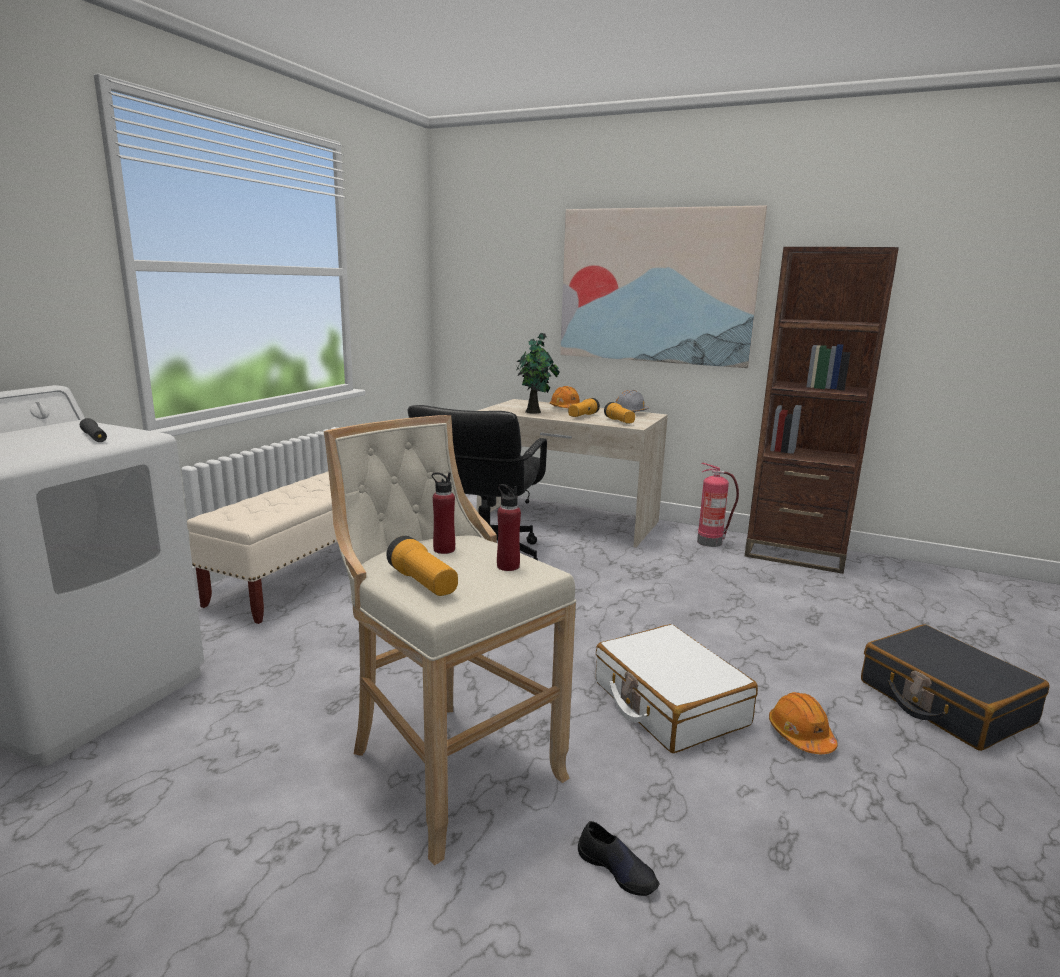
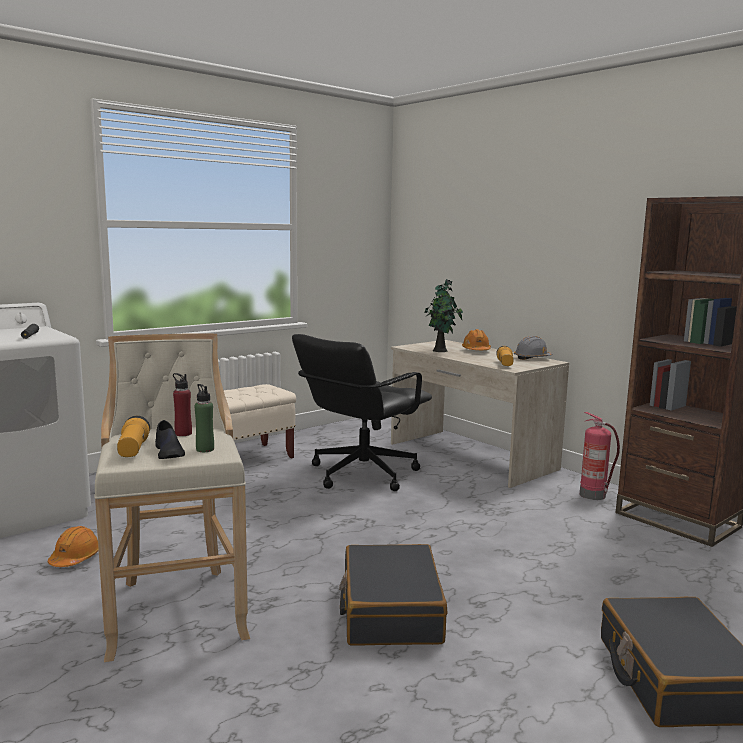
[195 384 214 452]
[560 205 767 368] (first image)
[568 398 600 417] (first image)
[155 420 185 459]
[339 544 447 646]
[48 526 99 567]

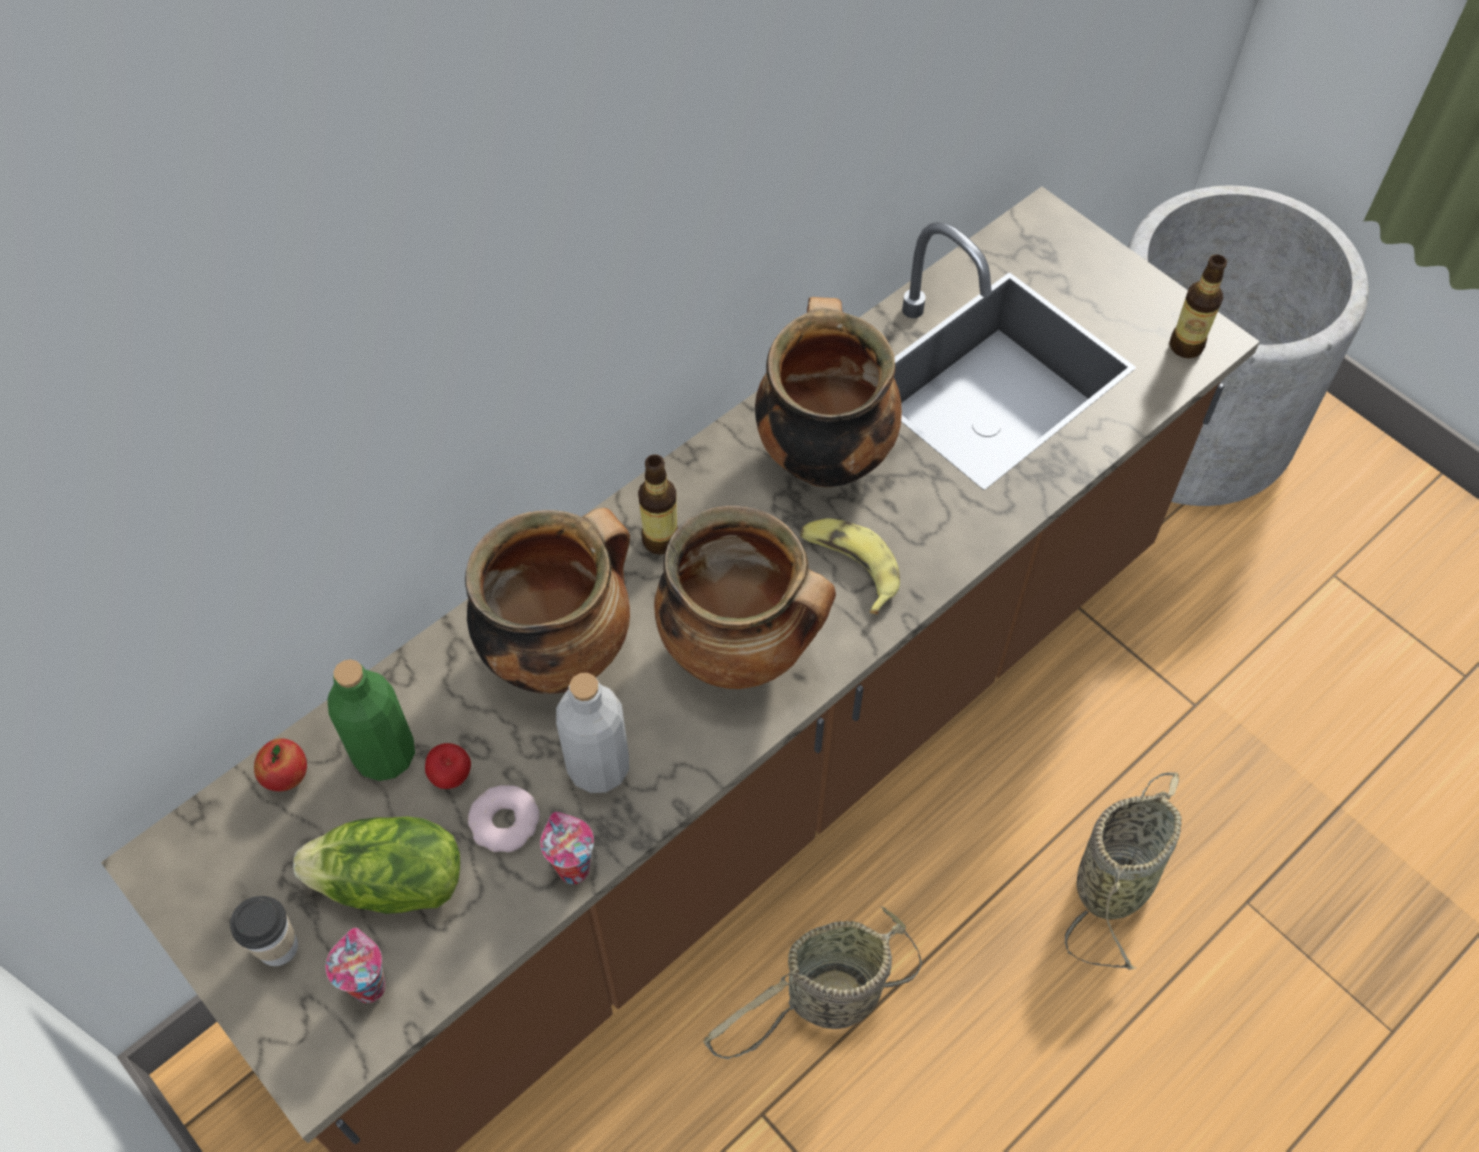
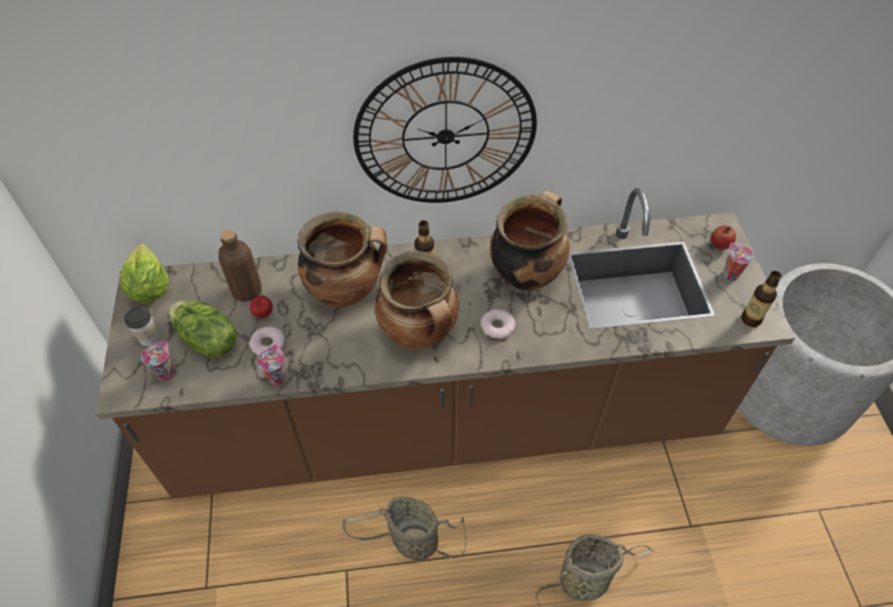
[711 226 736 250]
[218 229 262 302]
[556 673 629 793] (first image)
[481 309 515 339]
[120 244 169 303]
[353 57 537 203]
[724 243 754 281]

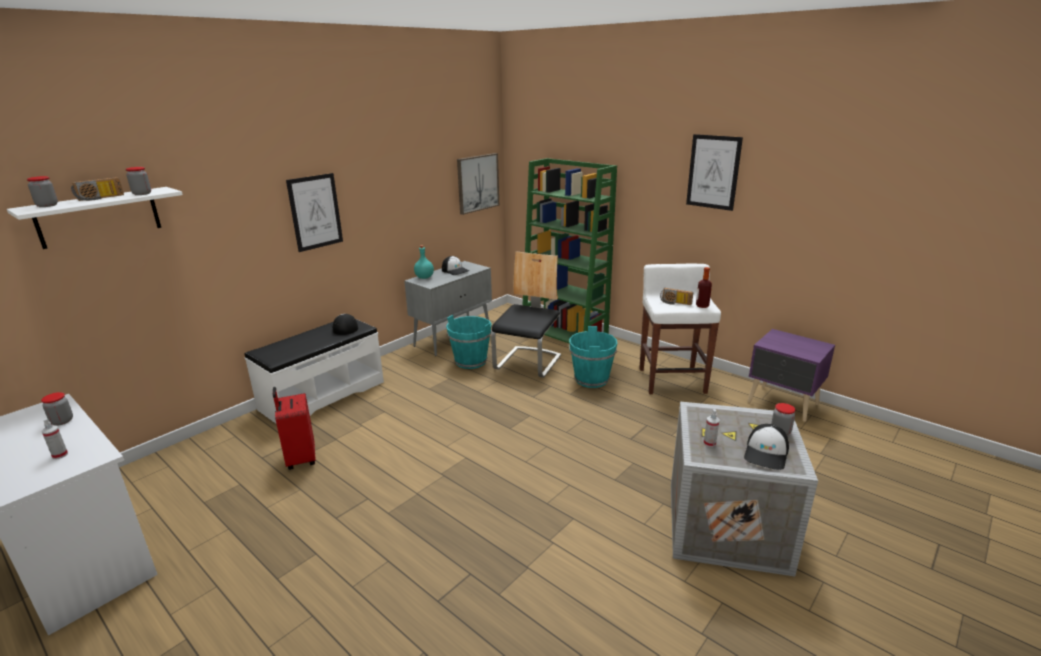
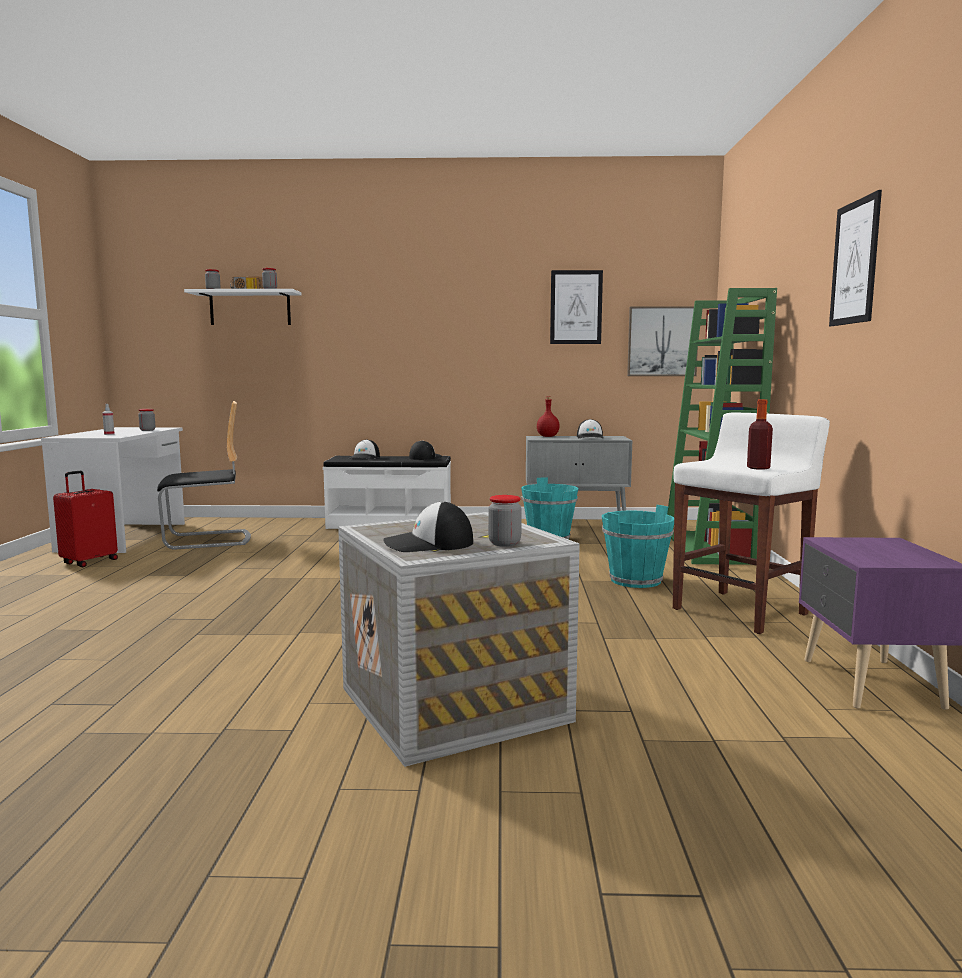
[53 471 118 567]
[550 270 603 344]
[537 396 560 437]
[157 401 251 550]
[660 288 693 305] (first image)
[704 409 720 447] (first image)
[348 439 380 460]

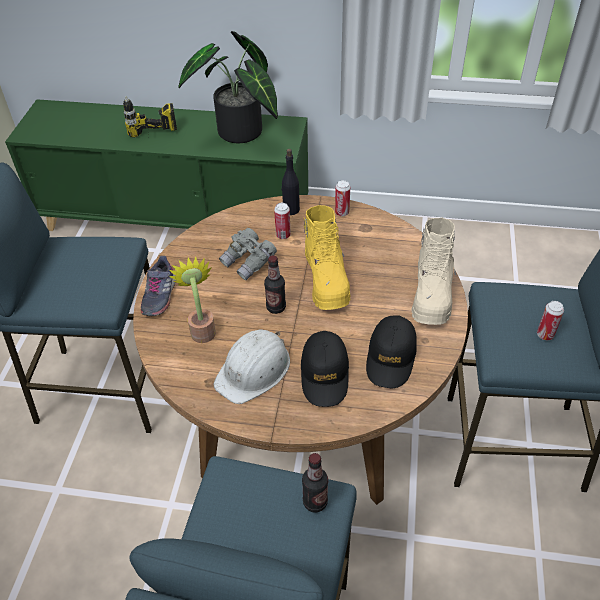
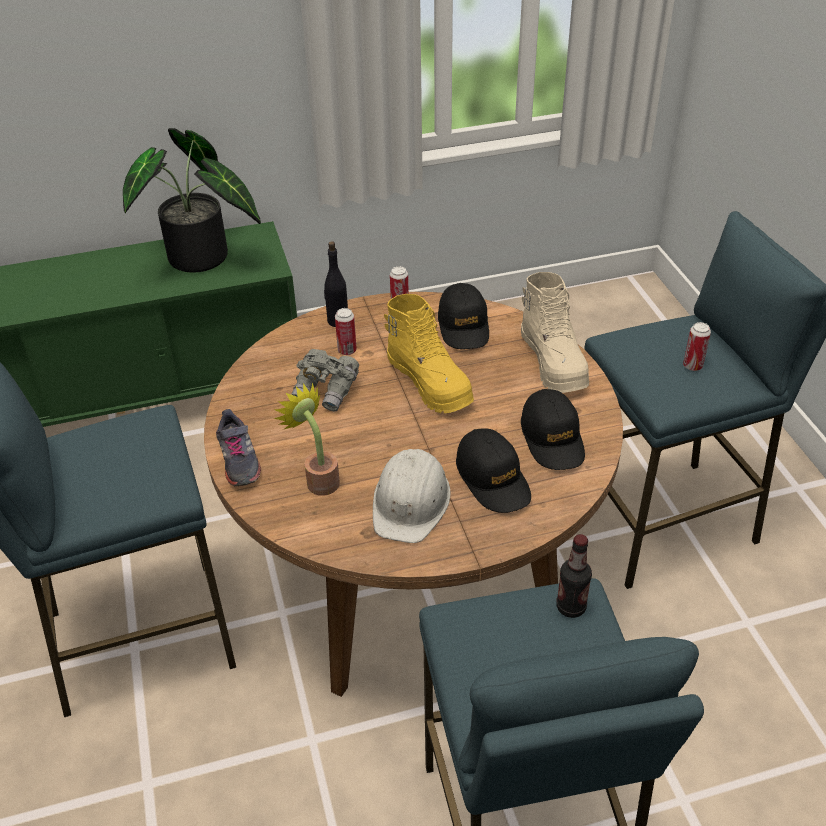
[123 96 177 138] (first image)
[264 255 286 314] (first image)
[438 283 489 349]

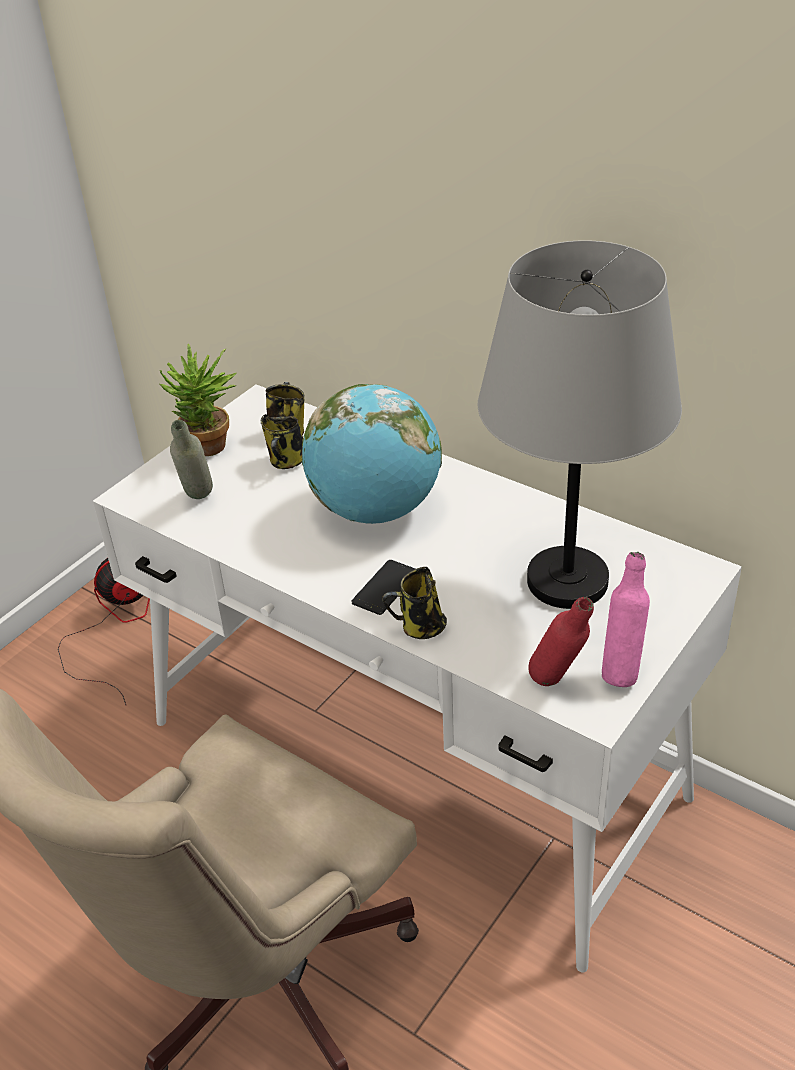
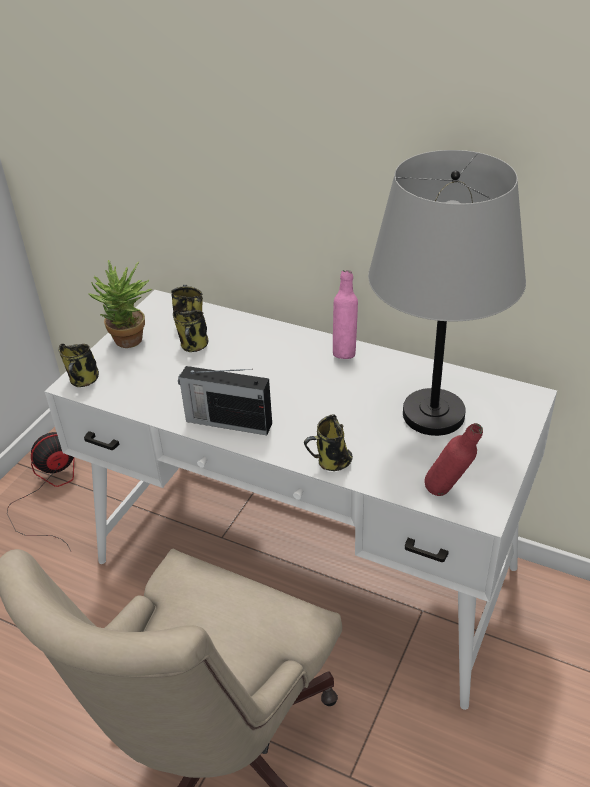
[170 420 213 499] (first image)
[302 384 442 524] (first image)
[351 560 415 615] (first image)
[333 270 358 359]
[58 344 99 387]
[178 366 272 435]

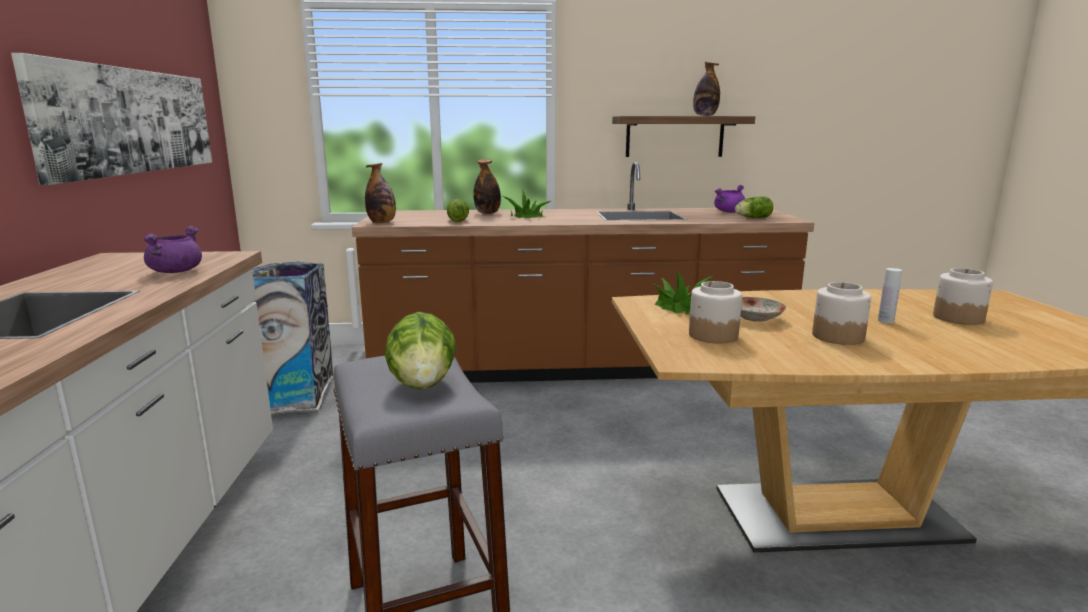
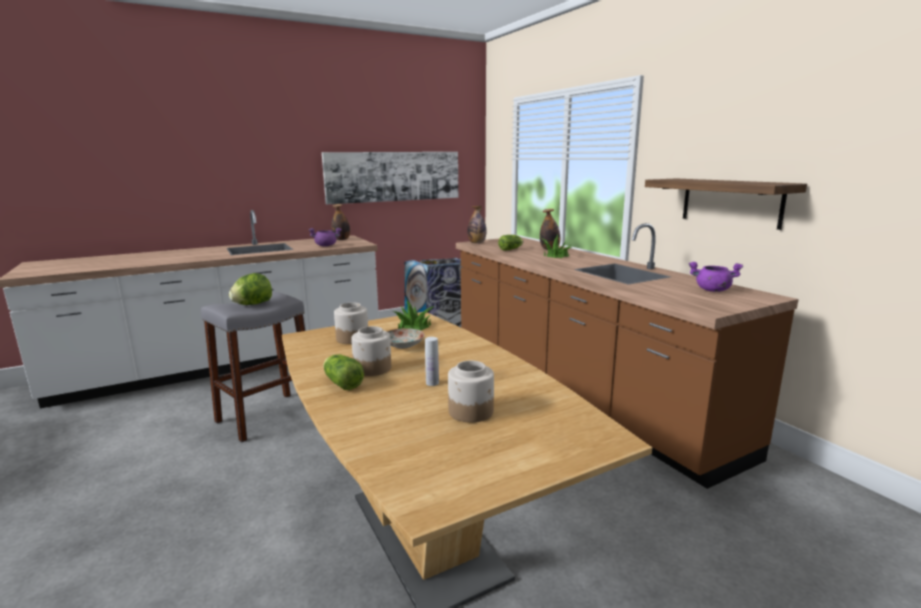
[331 204 350 240]
[323 354 364 390]

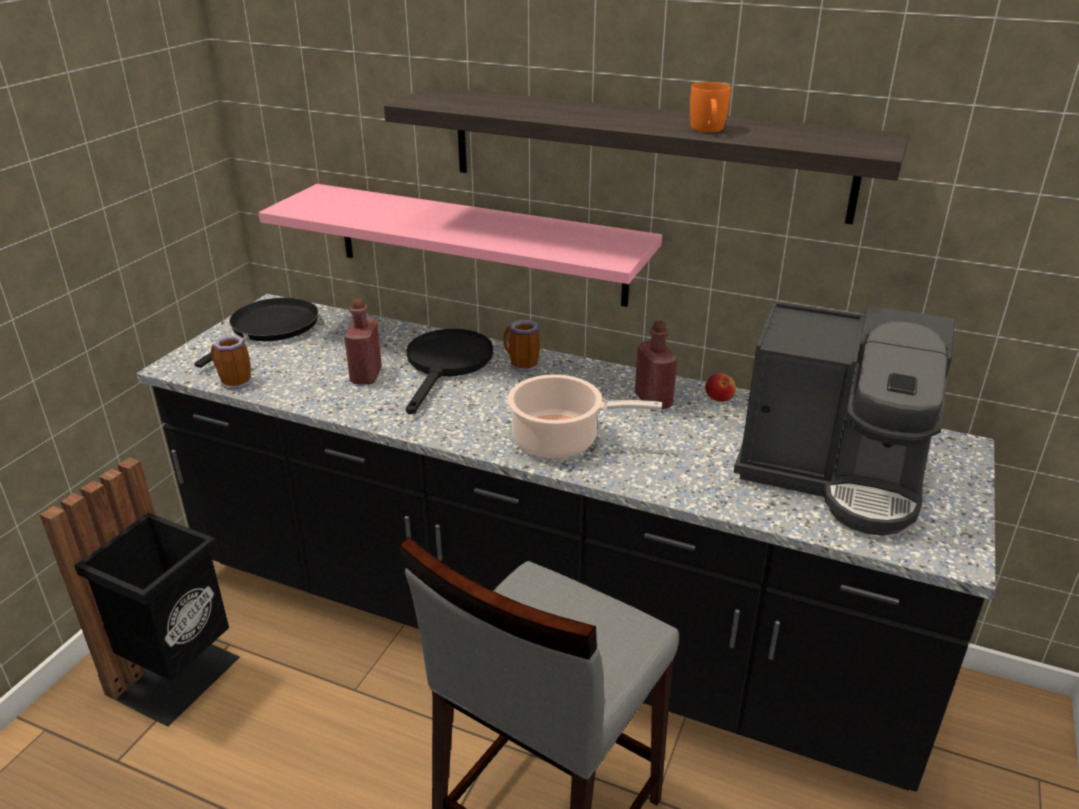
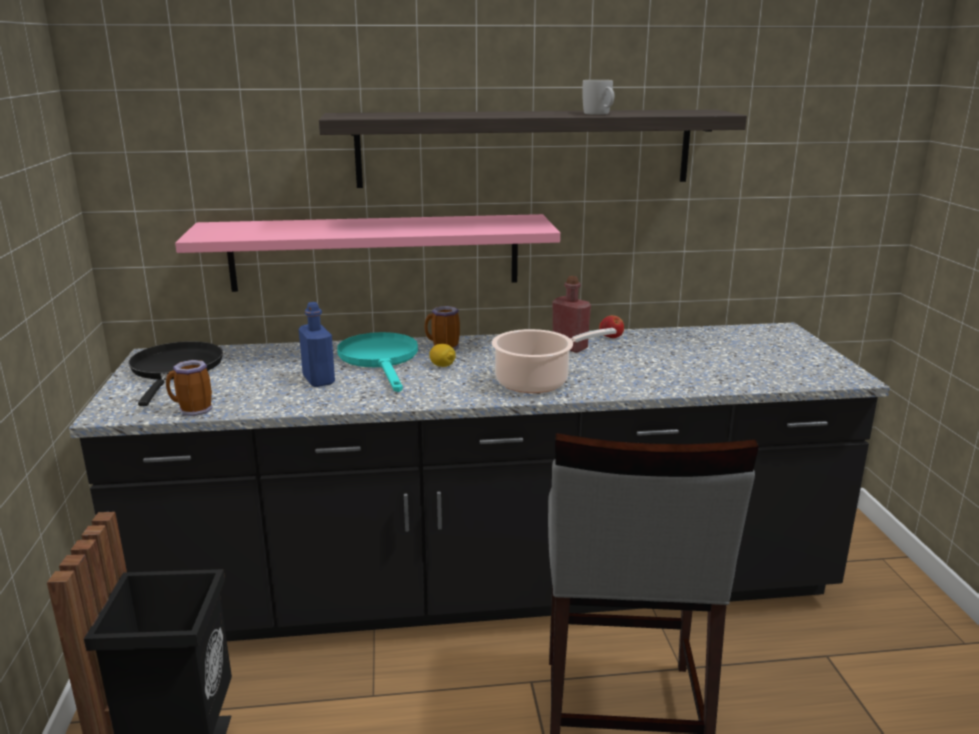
[299 302 335 387]
[337 332 418 392]
[582 80 614 115]
[734 301 955 536] (first image)
[429 344 456 367]

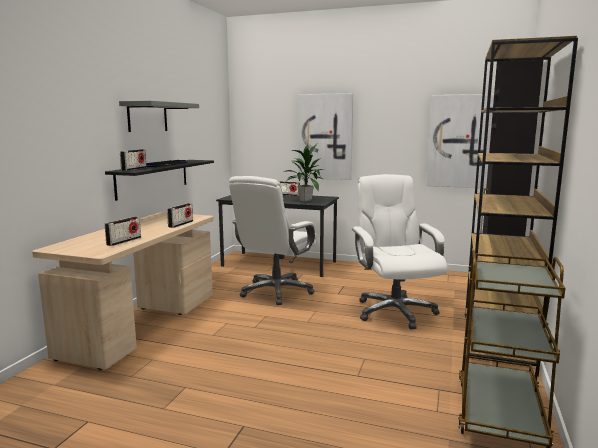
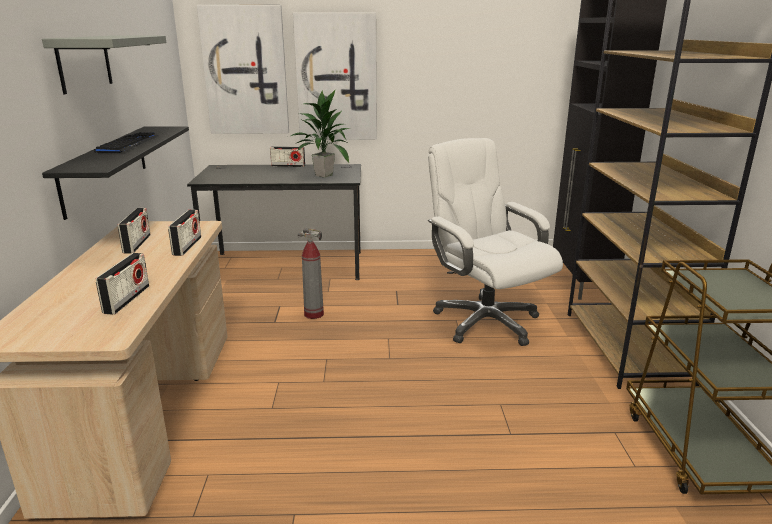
[118 208 150 254]
[298 228 324 319]
[197 5 289 134]

